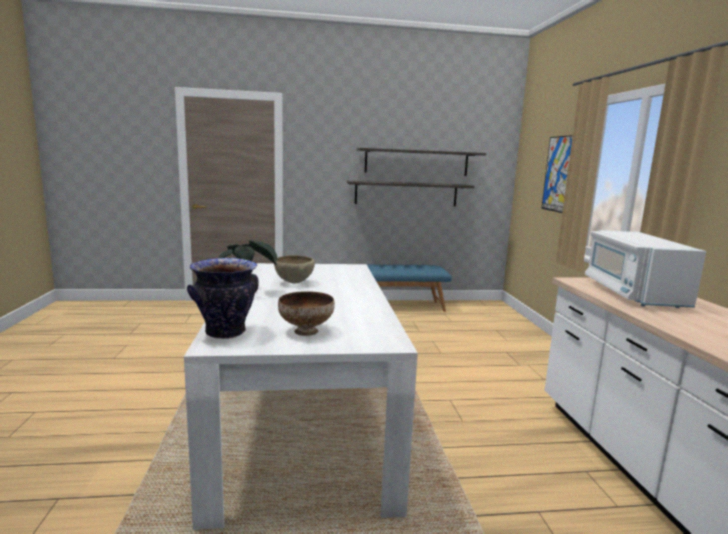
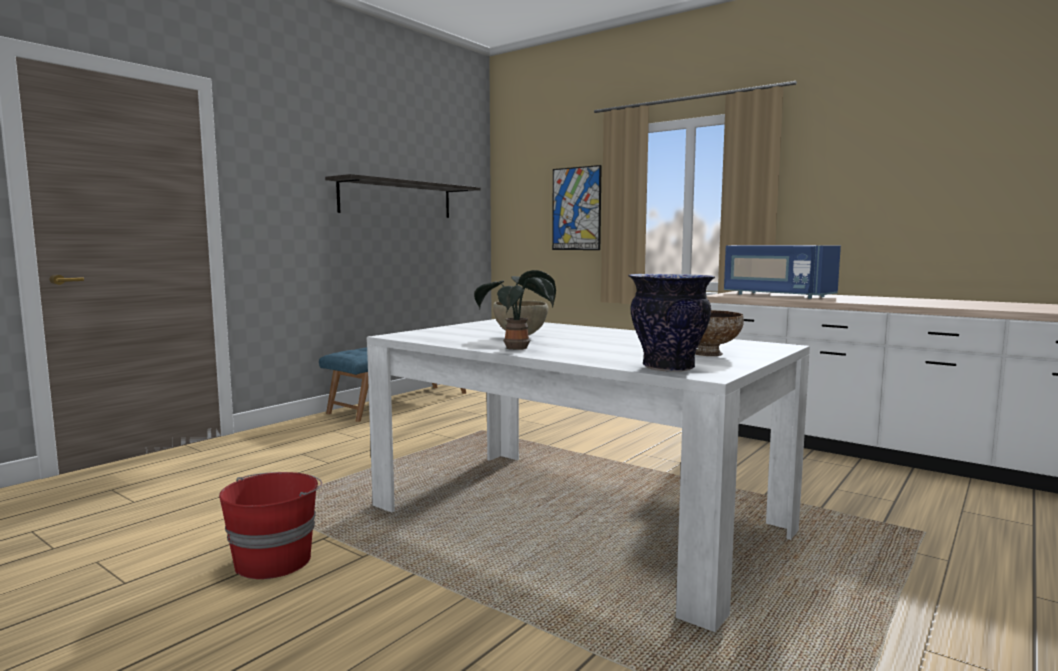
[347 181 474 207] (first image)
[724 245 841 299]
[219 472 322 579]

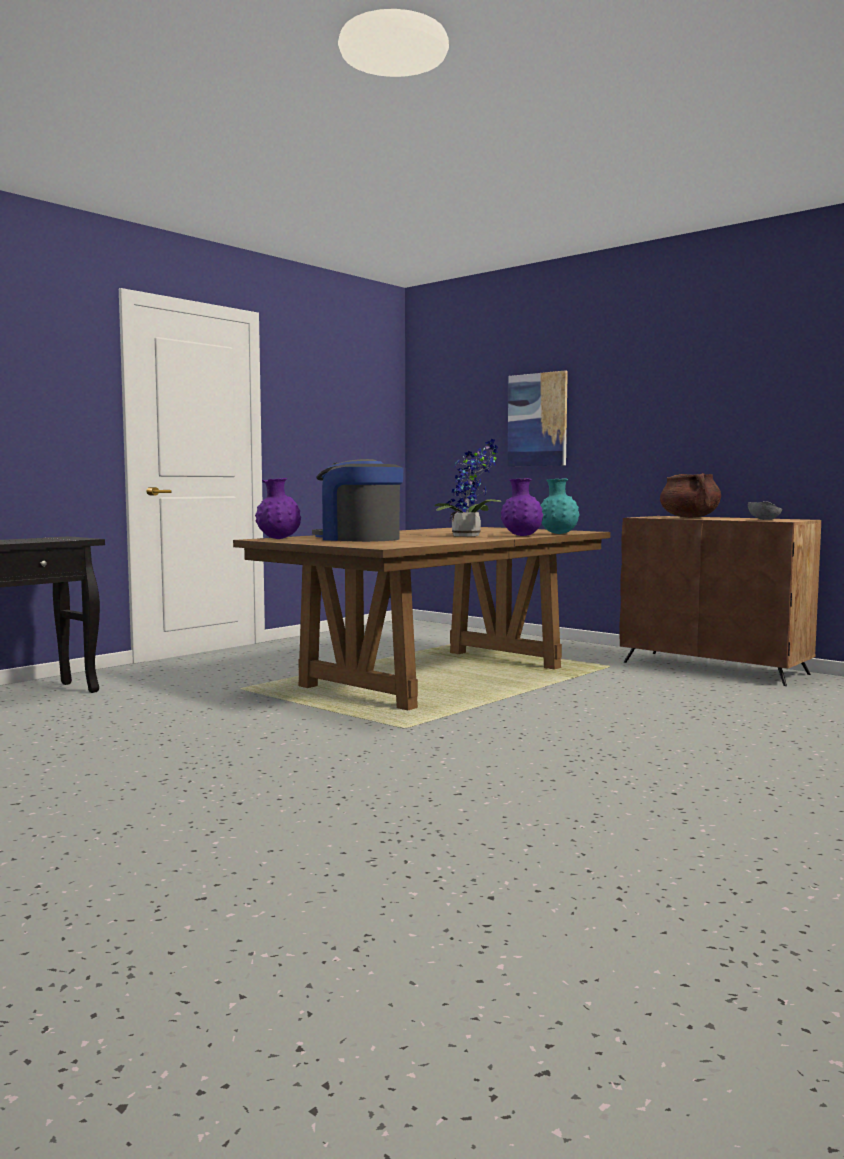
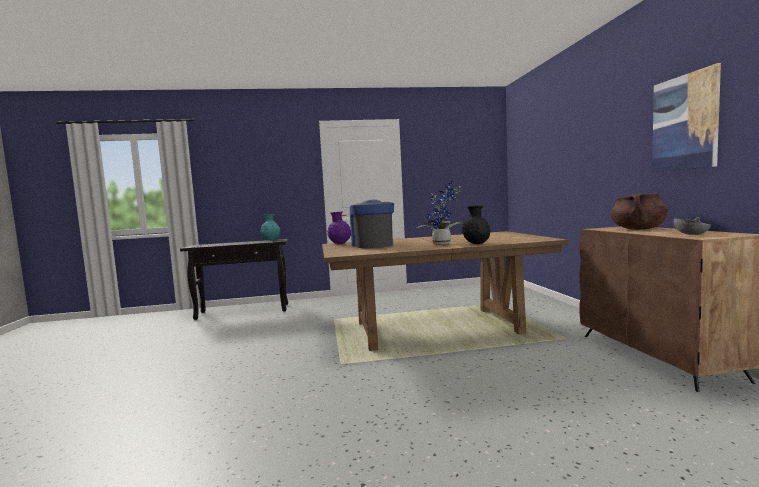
[462 206 491 244]
[652 63 721 173]
[260 214 280 240]

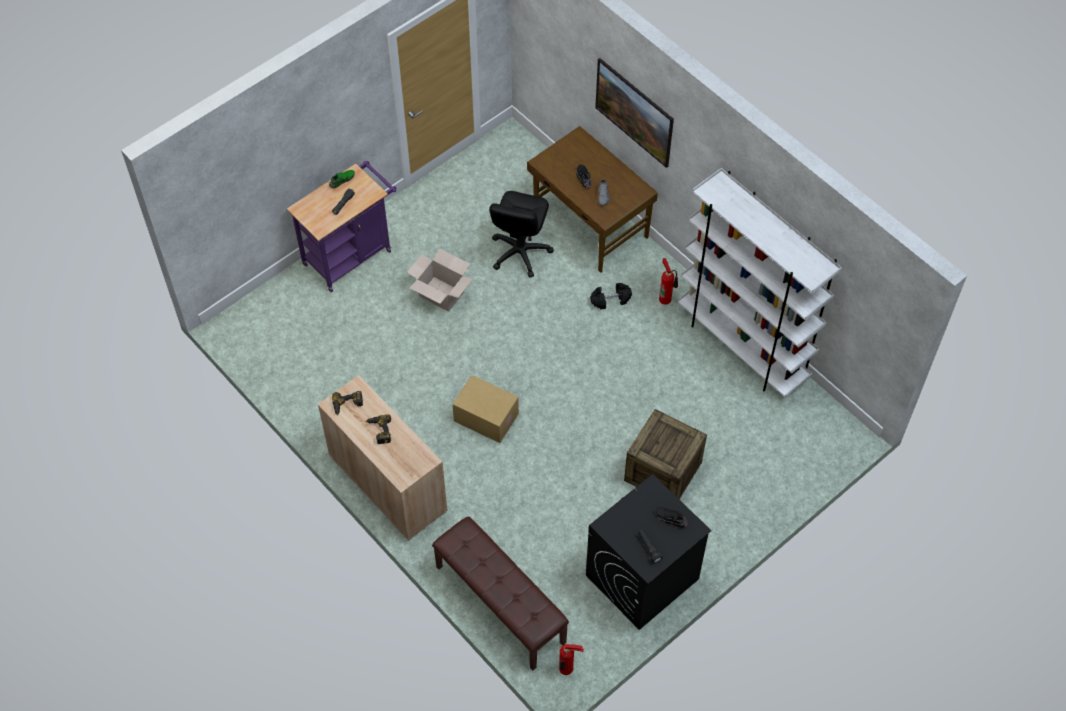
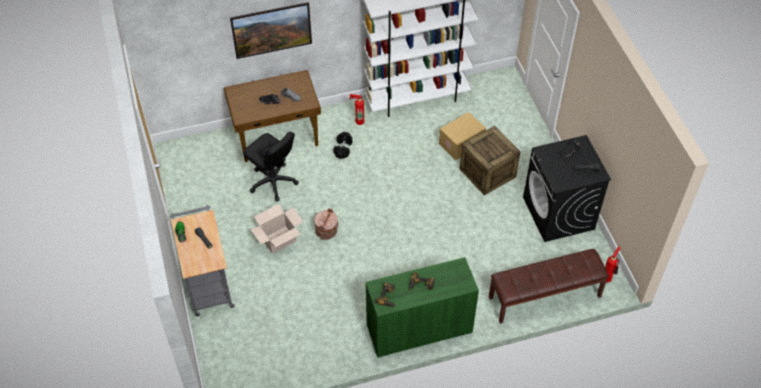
[170 205 235 316]
[366 257 479 358]
[439 112 486 160]
[314 208 338 240]

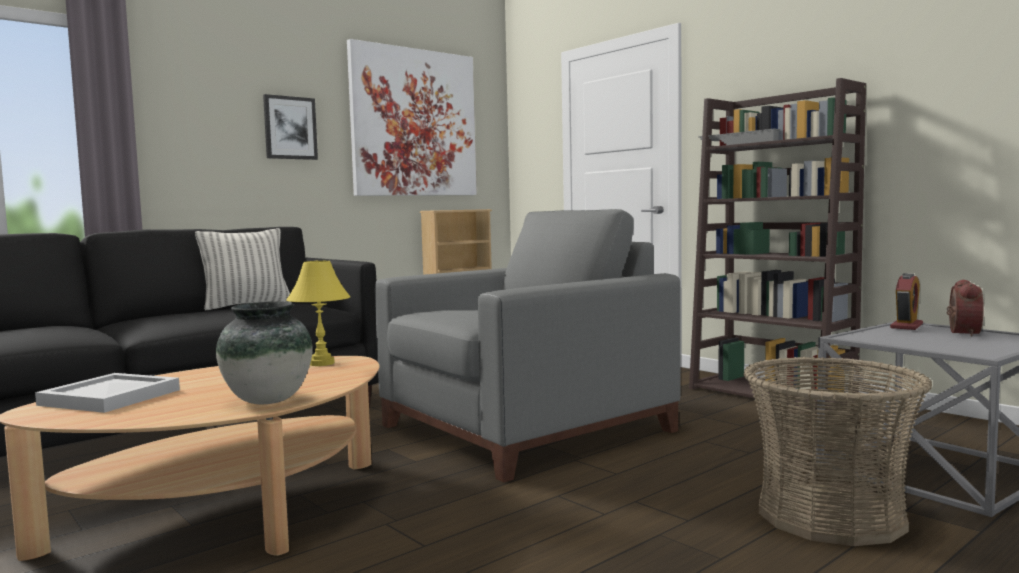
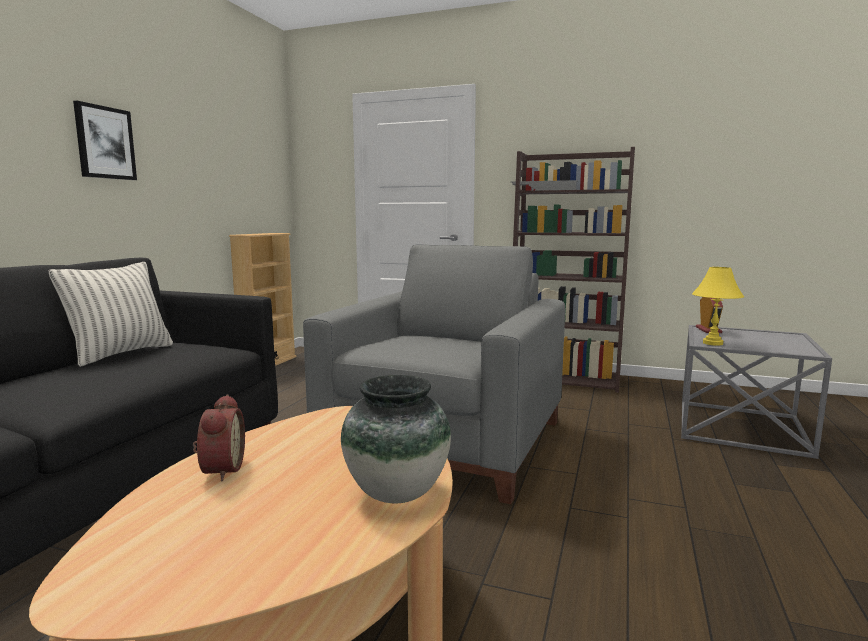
[35 373 180 413] (first image)
[692 267 744 346]
[347 39 477 196] (first image)
[743 356 932 546] (first image)
[193 395 245 481]

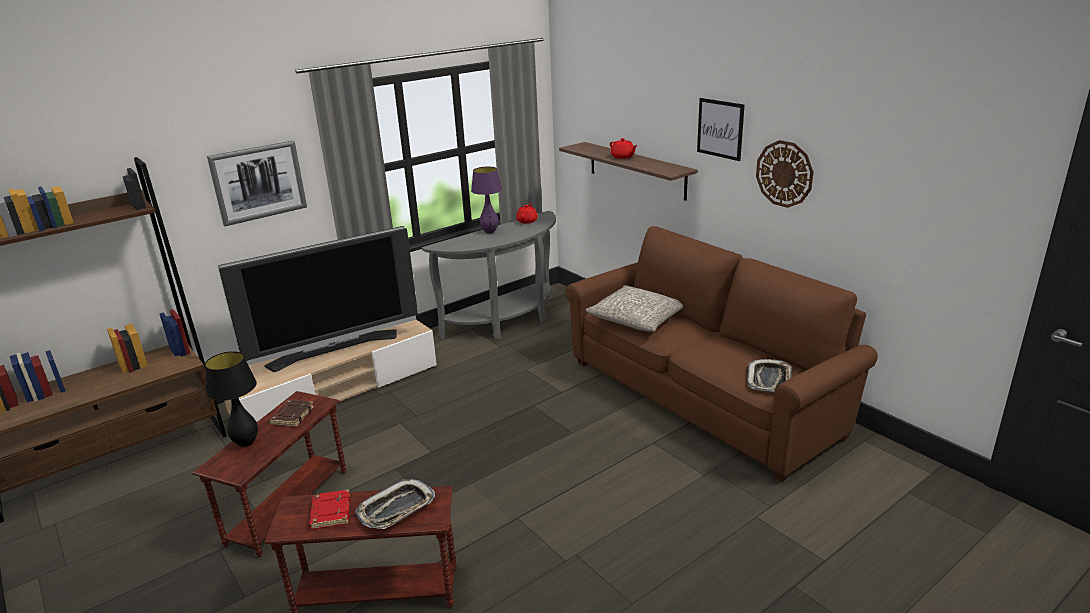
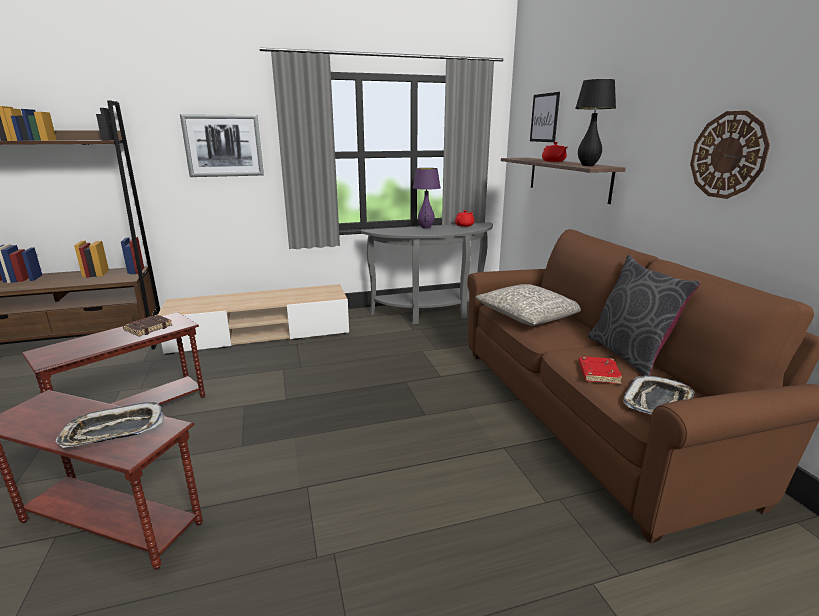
[575 79 616 166]
[218 226 418 372] (first image)
[578 356 622 384]
[530 92 560 142]
[588 255 701 376]

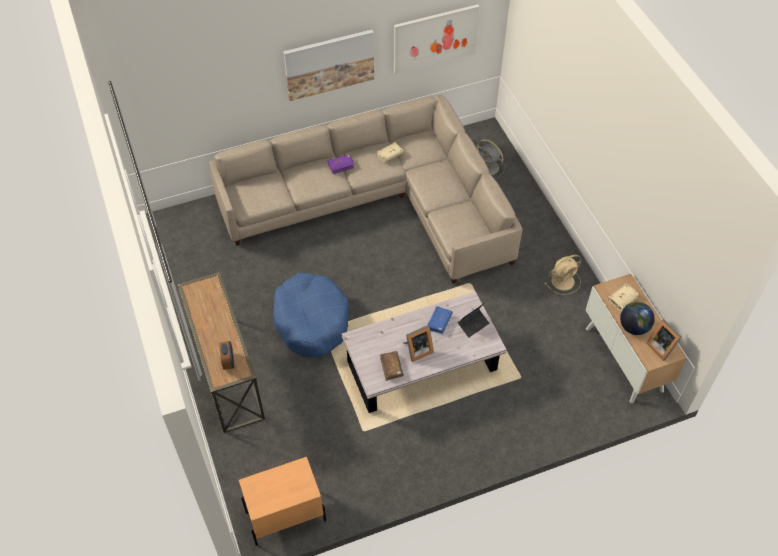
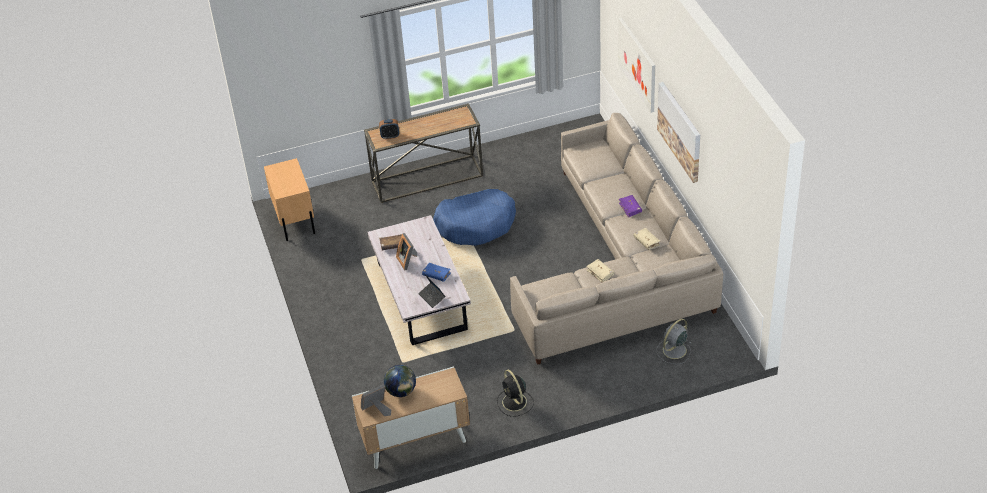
[618 17 655 113]
[497 369 534 416]
[586 259 614 283]

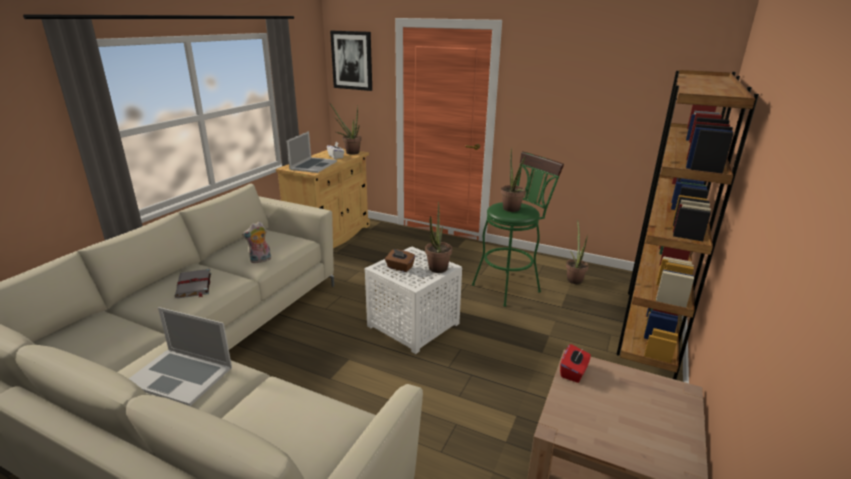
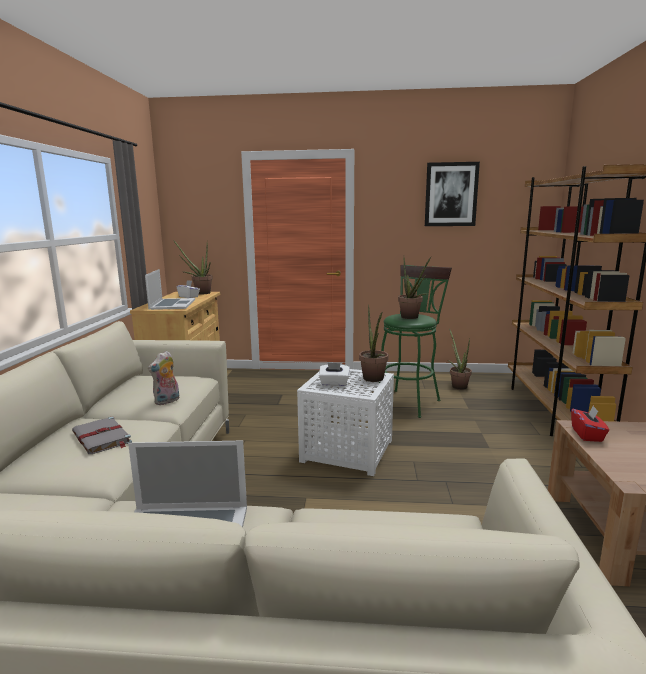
[425 162 480 226]
[319 362 350 386]

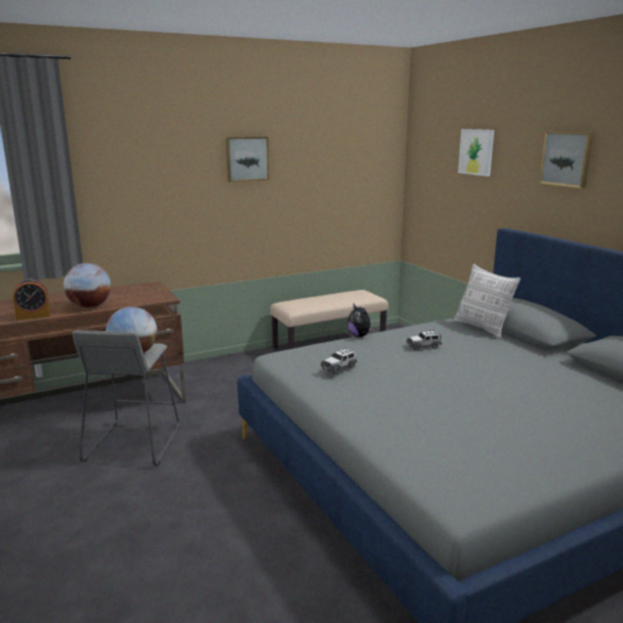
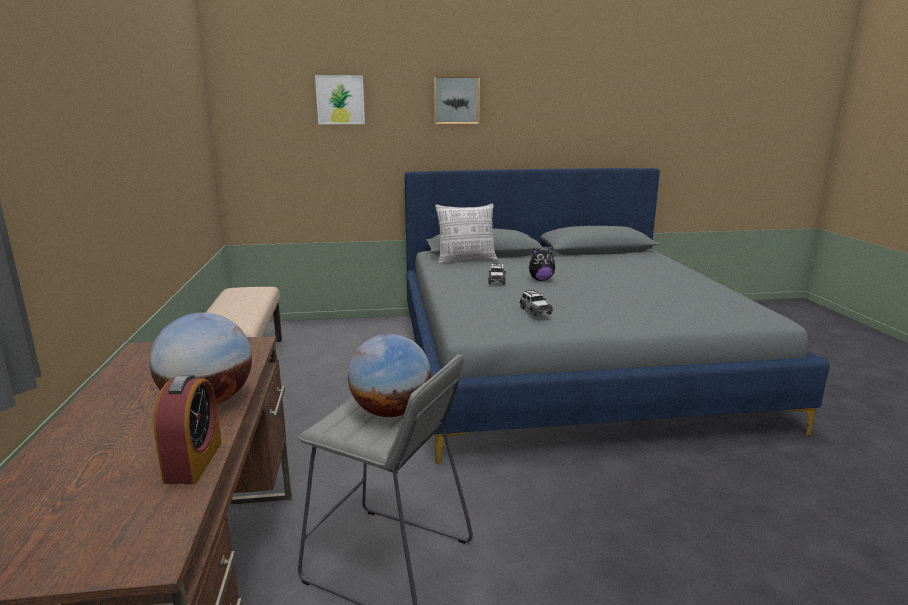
[226 137 269 182] (first image)
[529 247 555 281]

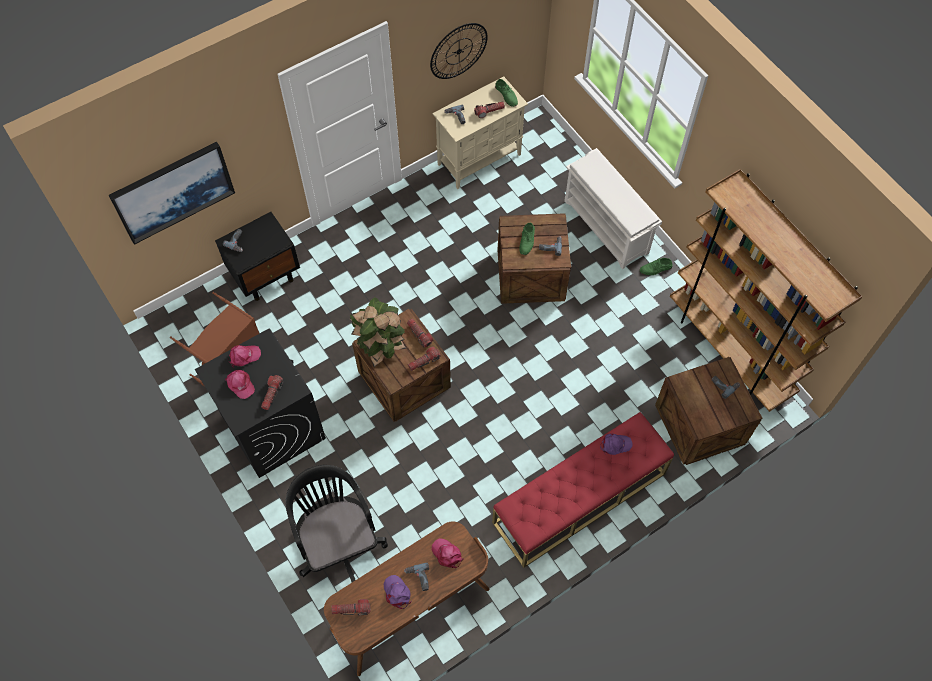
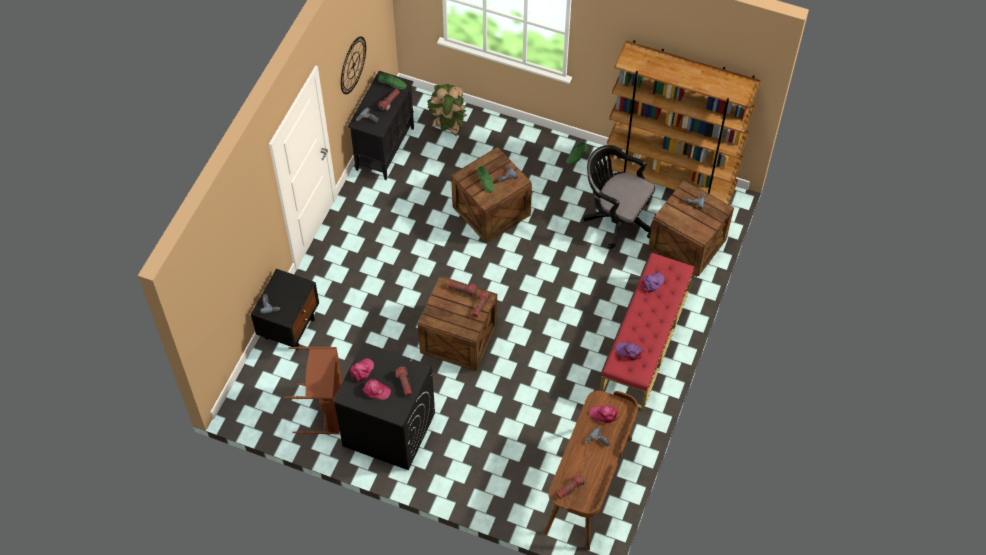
[108 142 235 245] (first image)
[583 145 655 249]
[427 84 466 136]
[616 342 643 360]
[347 71 414 180]
[564 148 662 269] (first image)

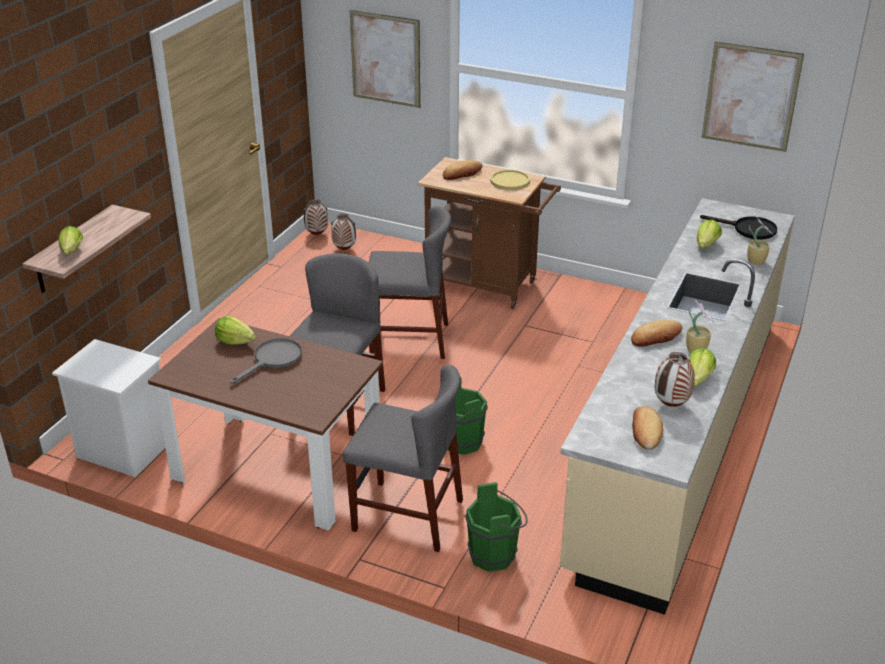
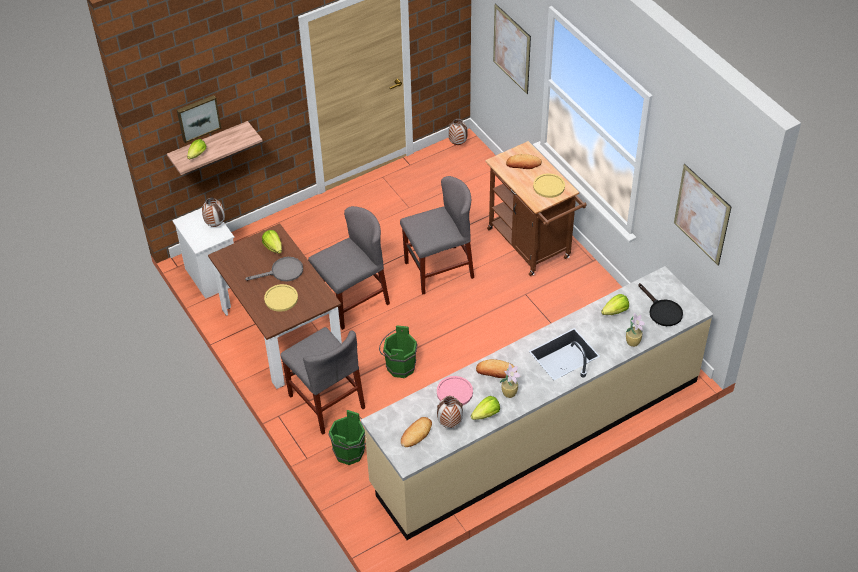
[202 197 225 227]
[400 176 474 294]
[177 95 221 143]
[264 284 298 312]
[437 376 473 405]

